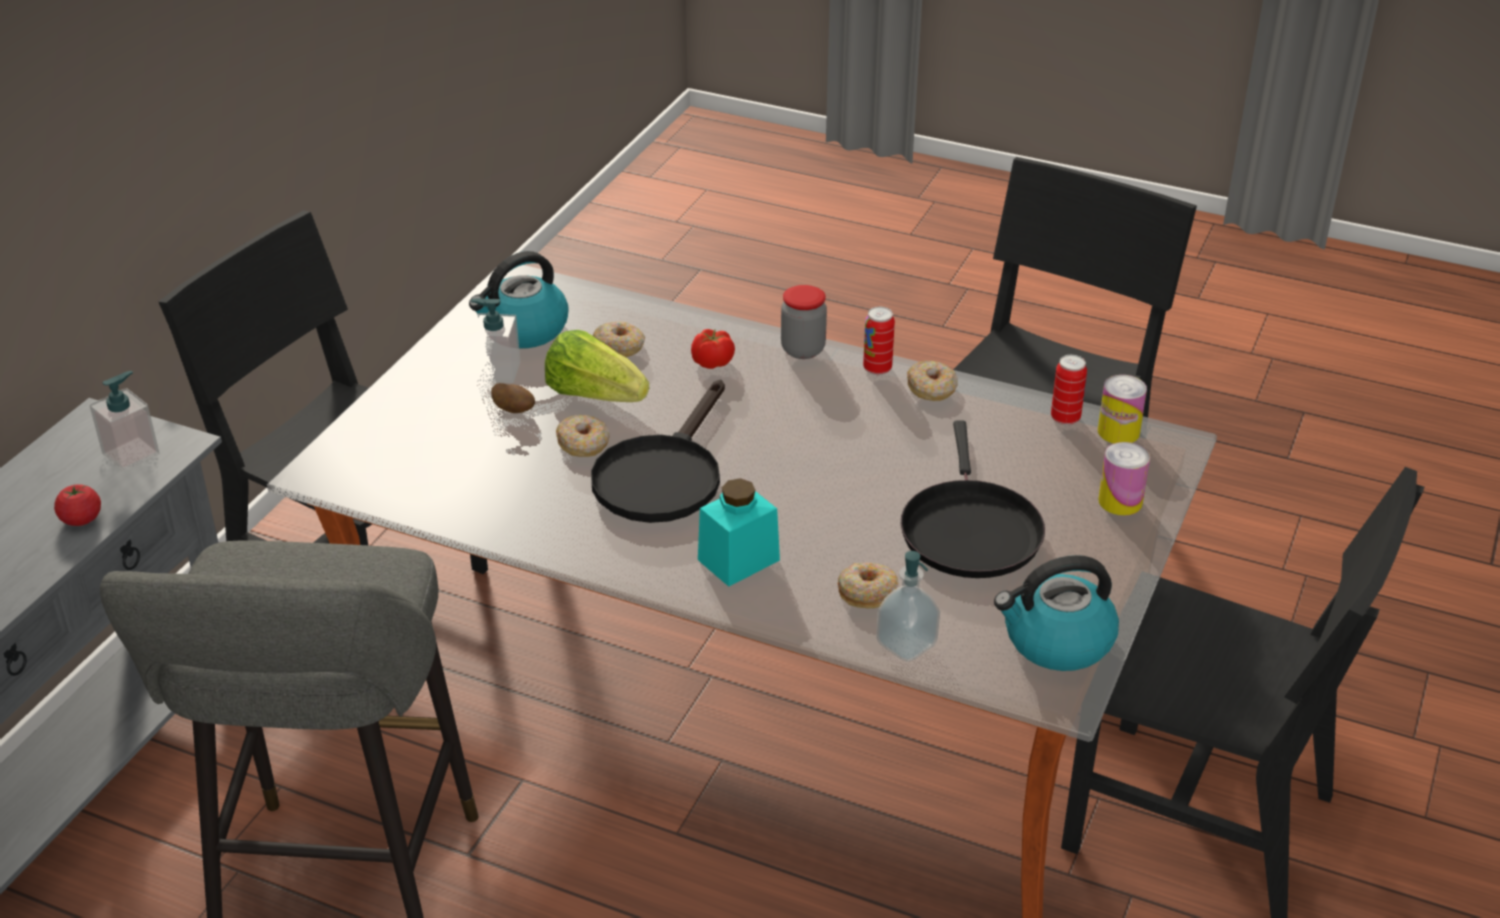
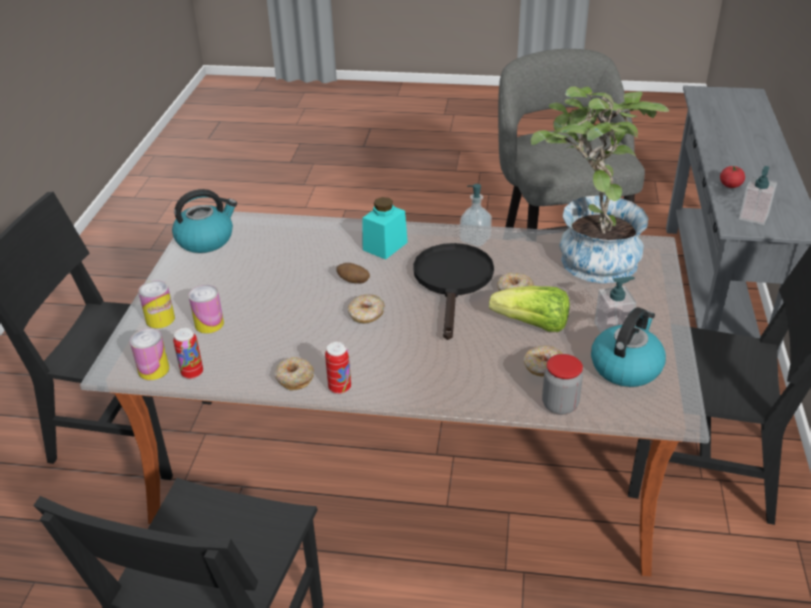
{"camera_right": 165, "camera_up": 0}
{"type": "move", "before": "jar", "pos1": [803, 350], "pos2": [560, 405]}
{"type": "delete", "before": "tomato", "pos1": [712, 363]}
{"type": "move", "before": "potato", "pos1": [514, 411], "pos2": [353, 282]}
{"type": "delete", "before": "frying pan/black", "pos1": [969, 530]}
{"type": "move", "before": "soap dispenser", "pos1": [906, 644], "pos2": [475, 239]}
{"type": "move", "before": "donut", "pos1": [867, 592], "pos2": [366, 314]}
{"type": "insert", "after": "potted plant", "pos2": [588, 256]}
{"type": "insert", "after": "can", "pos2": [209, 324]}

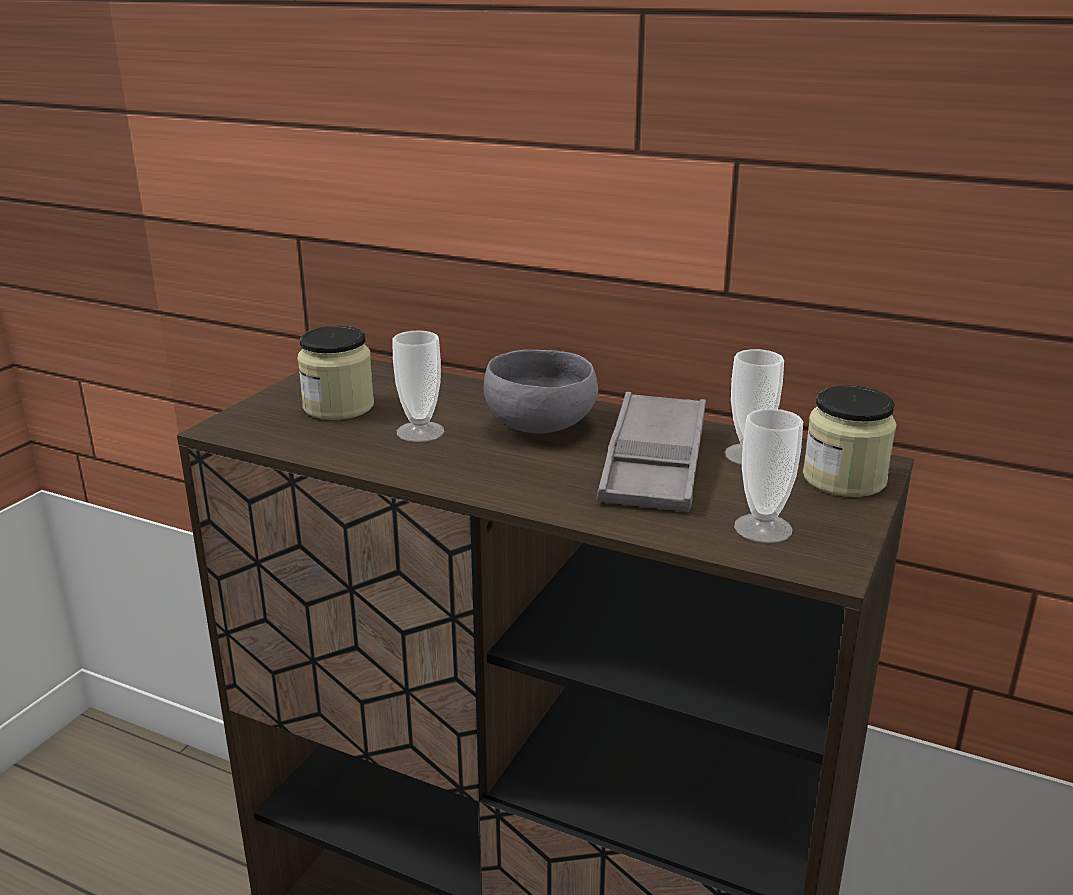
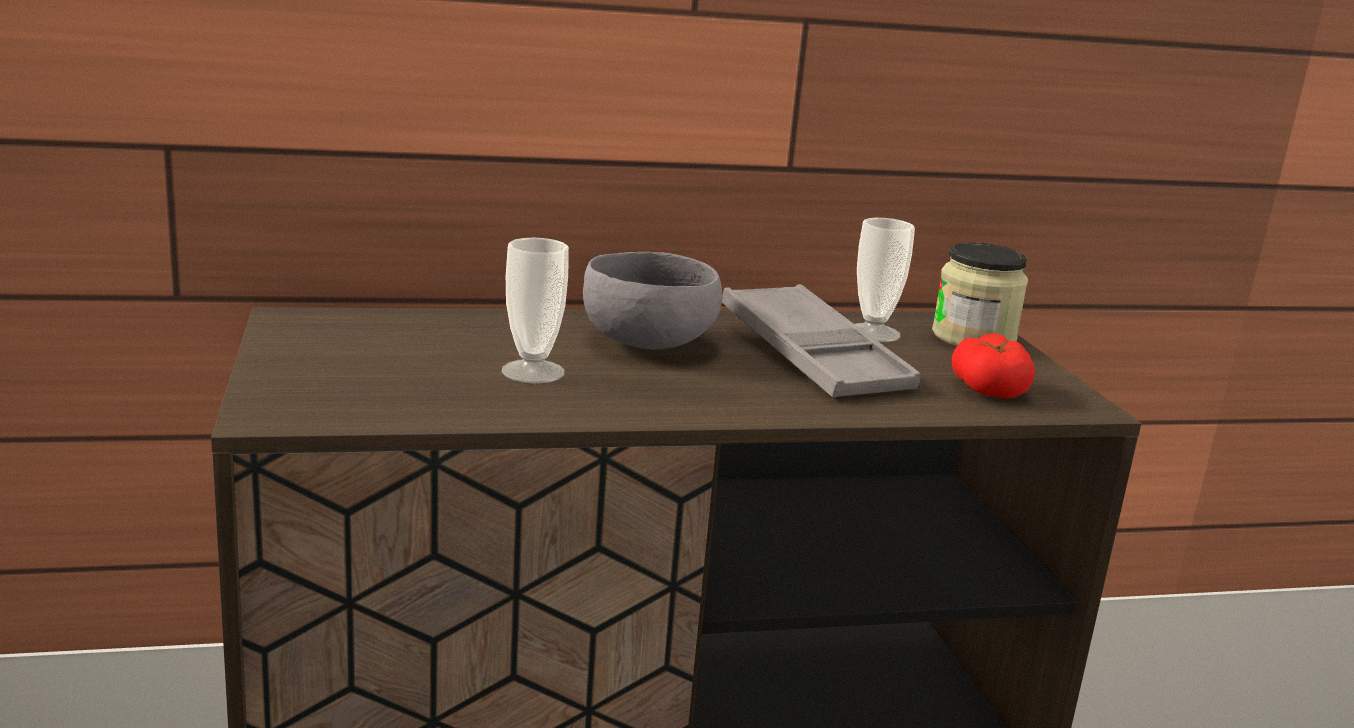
{"camera_right": -40, "camera_up": -5}
{"type": "delete", "before": "jar", "pos1": [338, 407]}
{"type": "replace", "before": "cup", "after": "tomato", "pos1": [763, 528], "pos2": [989, 389]}

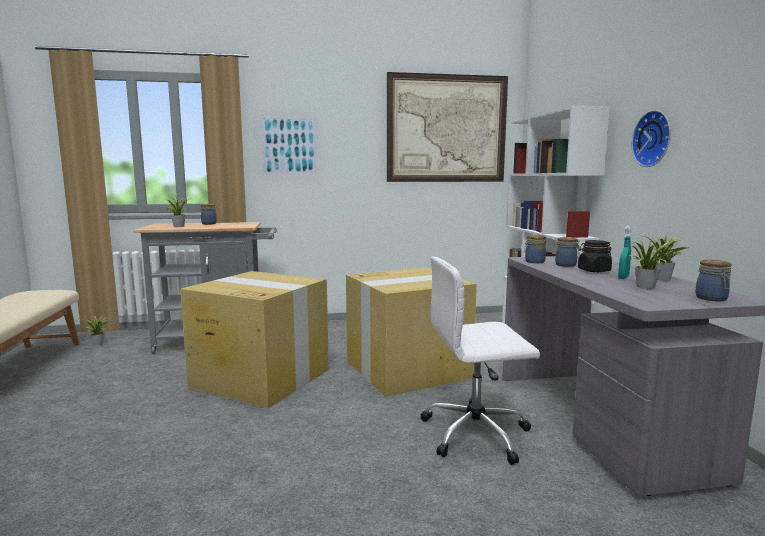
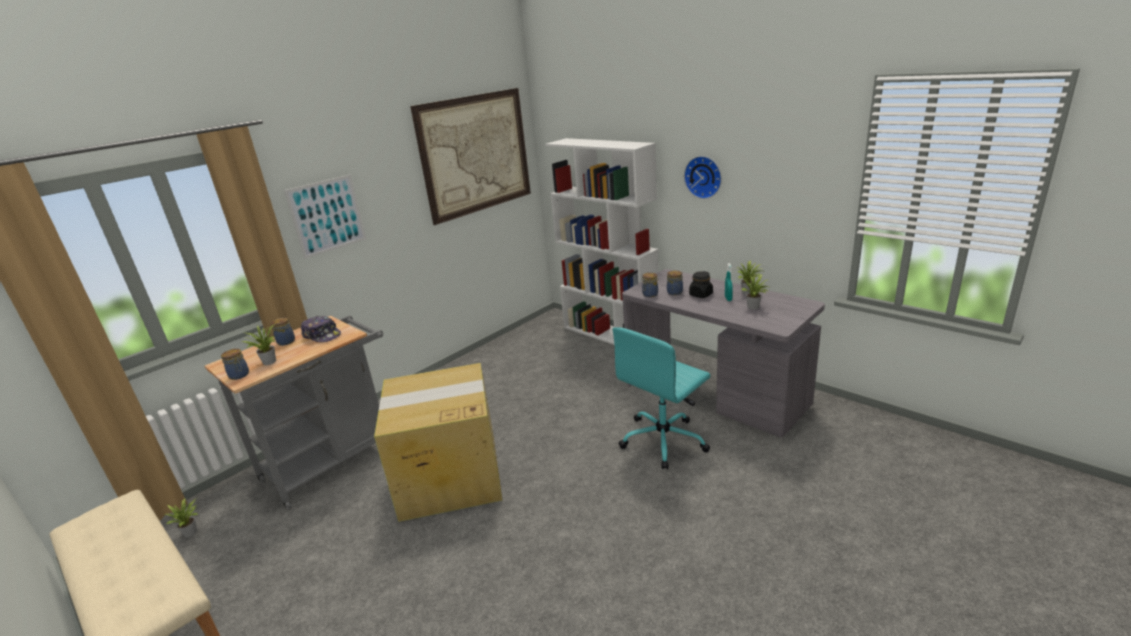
{"camera_right": -35, "camera_up": 15}
{"type": "recolor", "before": "office chair/white", "after": "office chair/turquoise", "pos1": [477, 433], "pos2": [664, 440]}
{"type": "move", "before": "jar", "pos1": [712, 299], "pos2": [239, 375]}
{"type": "delete", "before": "cardboard box", "pos1": [408, 369]}
{"type": "insert", "after": "cap", "pos2": [322, 335]}

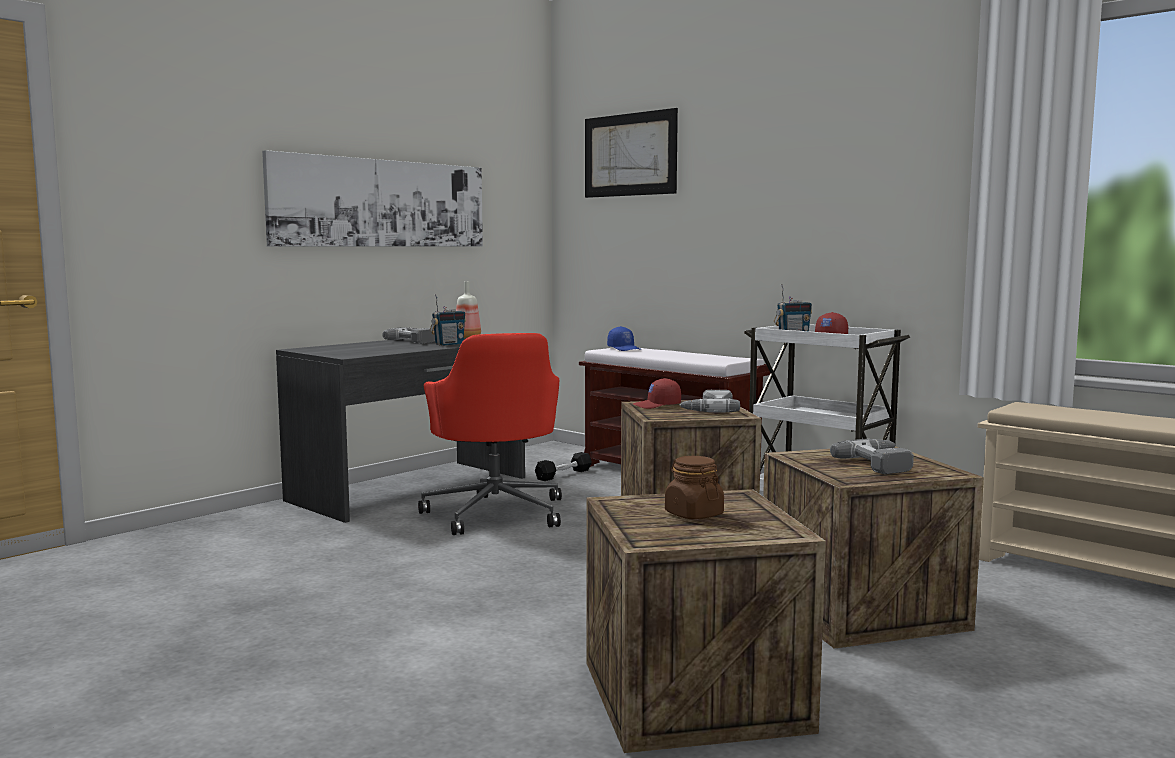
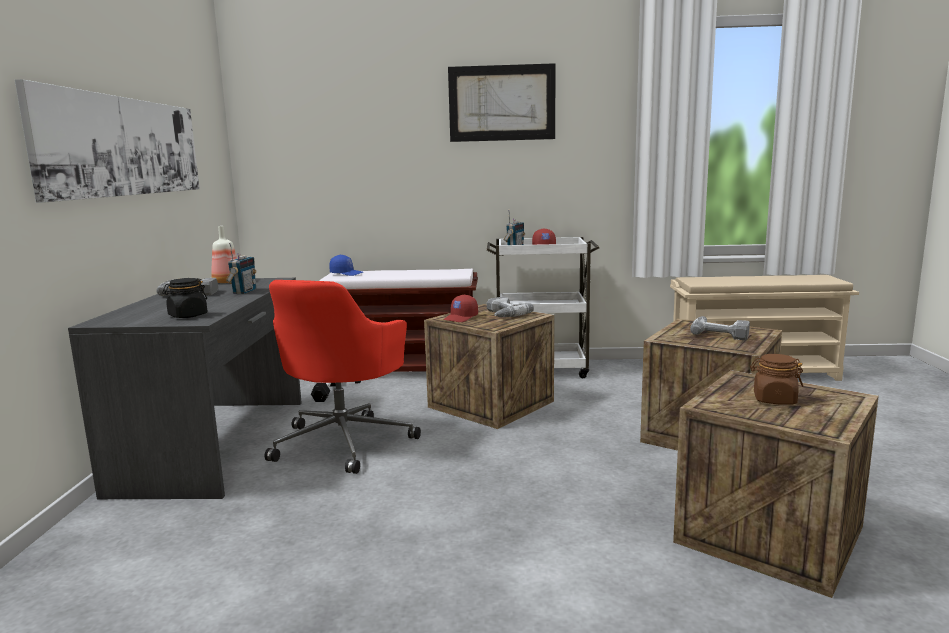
{"camera_right": -40, "camera_up": 5}
{"type": "move", "before": "picture", "pos1": [629, 155], "pos2": [502, 103]}
{"type": "rotate", "before": "office chair/red", "pos1": [496, 512], "pos2": [344, 442], "turn": 75}
{"type": "insert", "after": "jar/black", "pos2": [187, 316]}

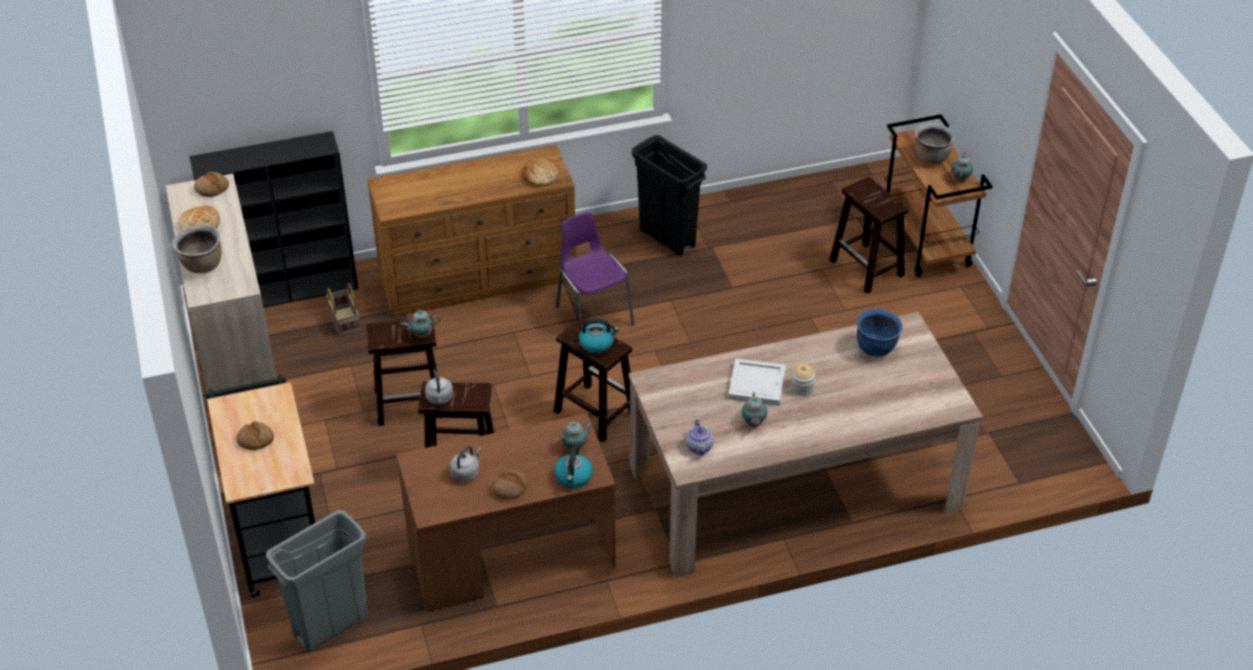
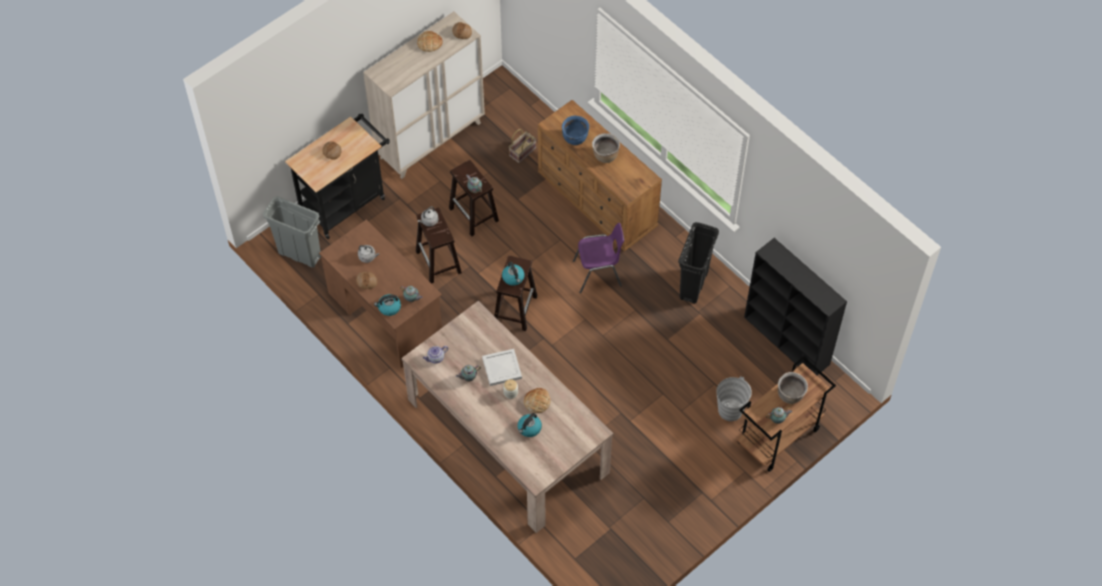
{"camera_right": 65, "camera_up": 15}
{"type": "move", "before": "bookcase/black", "pos1": [289, 290], "pos2": [787, 341]}
{"type": "move", "before": "bread", "pos1": [539, 175], "pos2": [537, 402]}
{"type": "replace", "before": "stool/brown", "after": "bucket/grey", "pos1": [867, 268], "pos2": [730, 410]}
{"type": "rotate", "before": "chair/purple", "pos1": [593, 314], "pos2": [598, 274], "turn": 45}
{"type": "move", "before": "cooking pot/brown", "pos1": [202, 265], "pos2": [605, 156]}
{"type": "move", "before": "cooking pot/blue", "pos1": [876, 347], "pos2": [575, 138]}
{"type": "insert", "after": "kettle", "pos2": [529, 428]}

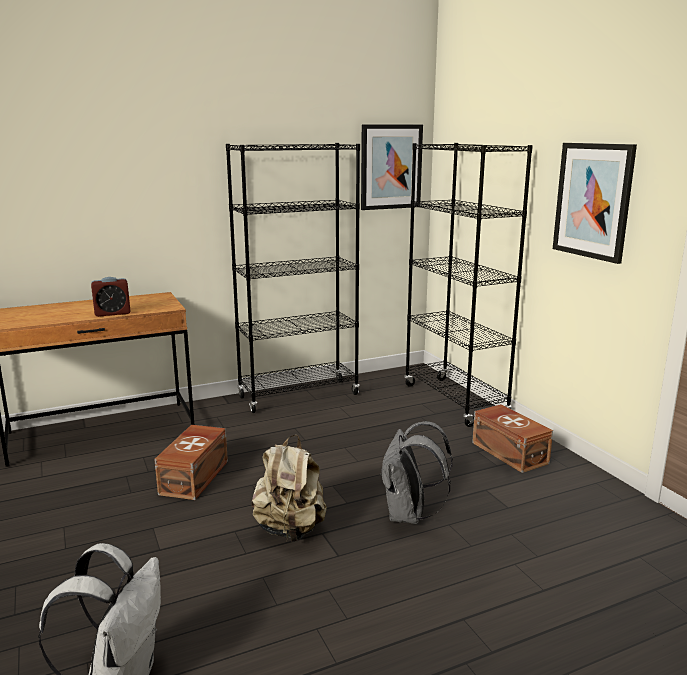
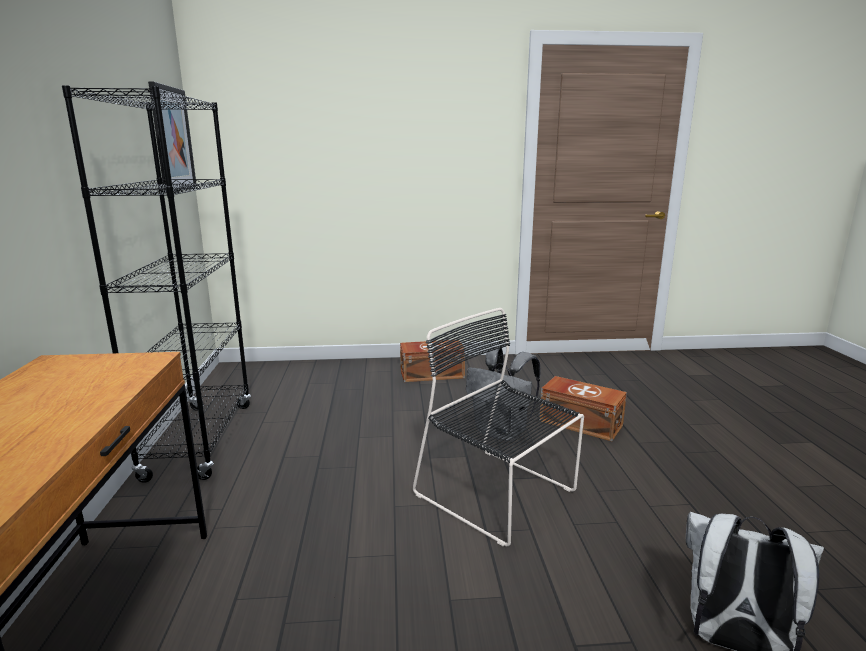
{"camera_right": -70, "camera_up": 0}
{"type": "delete", "before": "bookcase/black", "pos1": [454, 401]}
{"type": "delete", "before": "picture", "pos1": [593, 201]}
{"type": "delete", "before": "alarm clock", "pos1": [112, 313]}
{"type": "move", "before": "storage box/brown", "pos1": [196, 477], "pos2": [579, 422]}
{"type": "replace", "before": "backpack/beige", "after": "chair/black", "pos1": [290, 529], "pos2": [498, 495]}

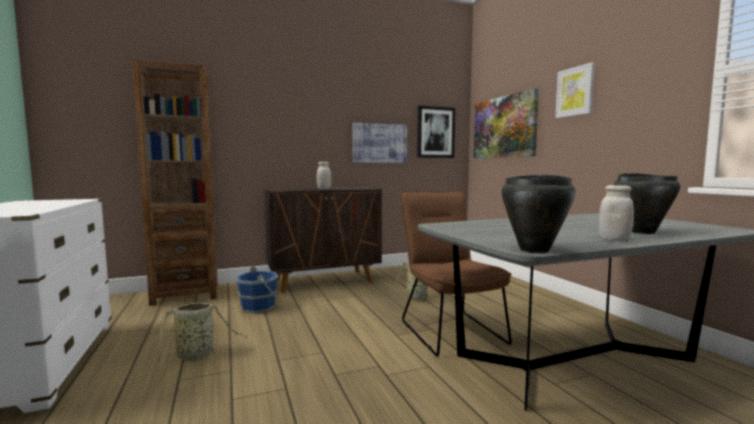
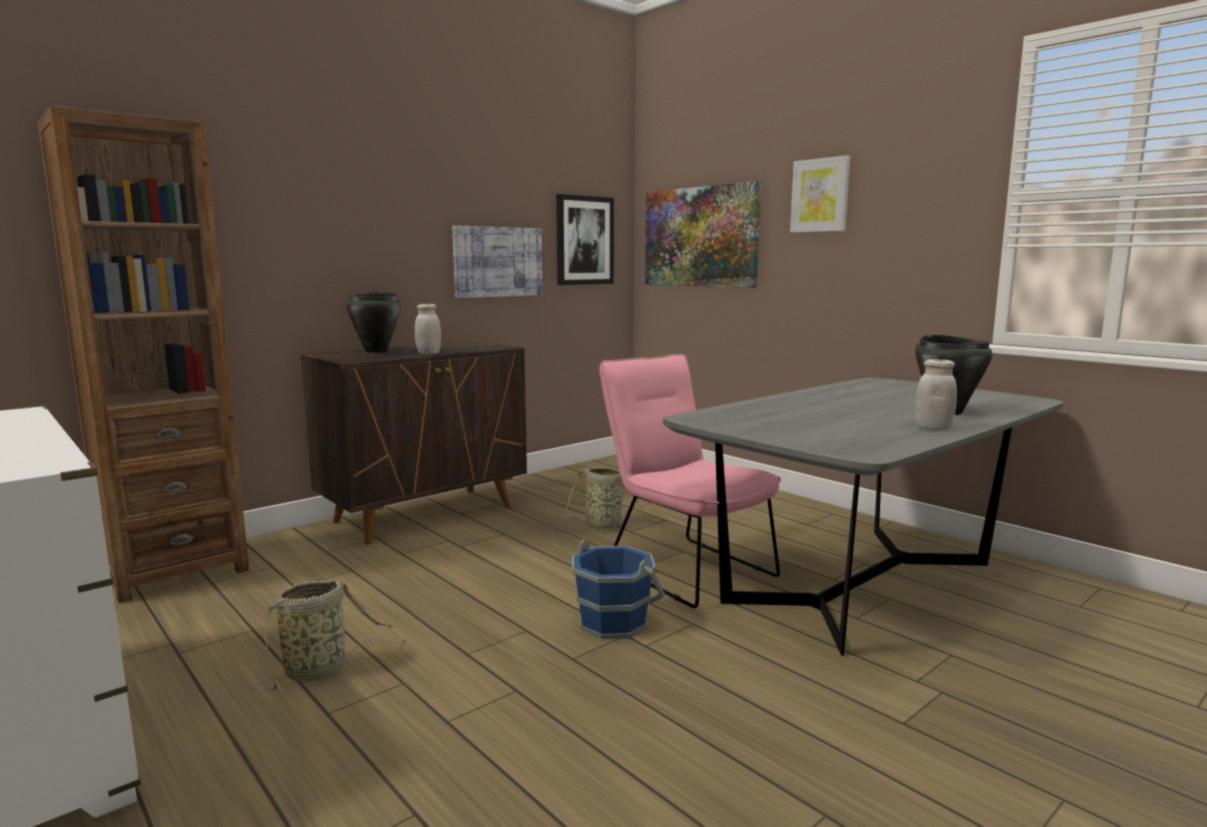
{"camera_right": -20, "camera_up": 5}
{"type": "move", "before": "cooking pot/black", "pos1": [535, 250], "pos2": [377, 351]}
{"type": "recolor", "before": "chair/brown", "after": "chair/pink", "pos1": [448, 329], "pos2": [683, 567]}
{"type": "move", "before": "bucket/blue", "pos1": [258, 307], "pos2": [613, 622]}

